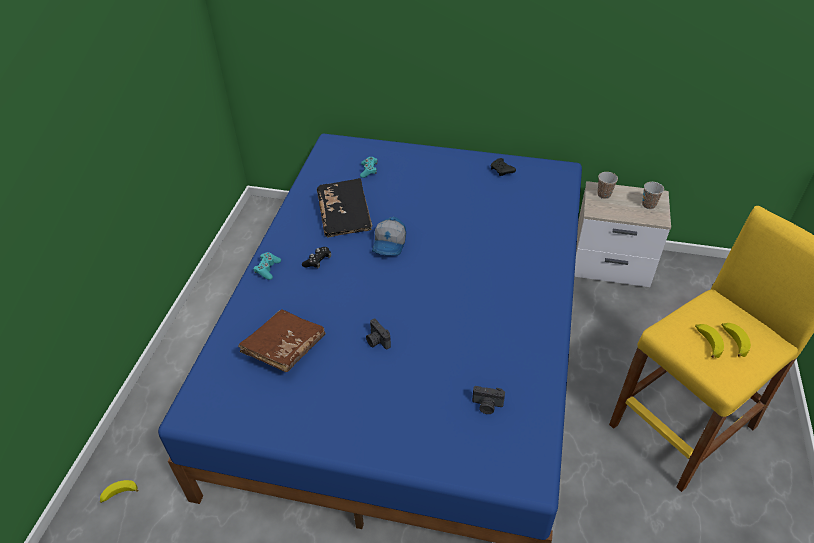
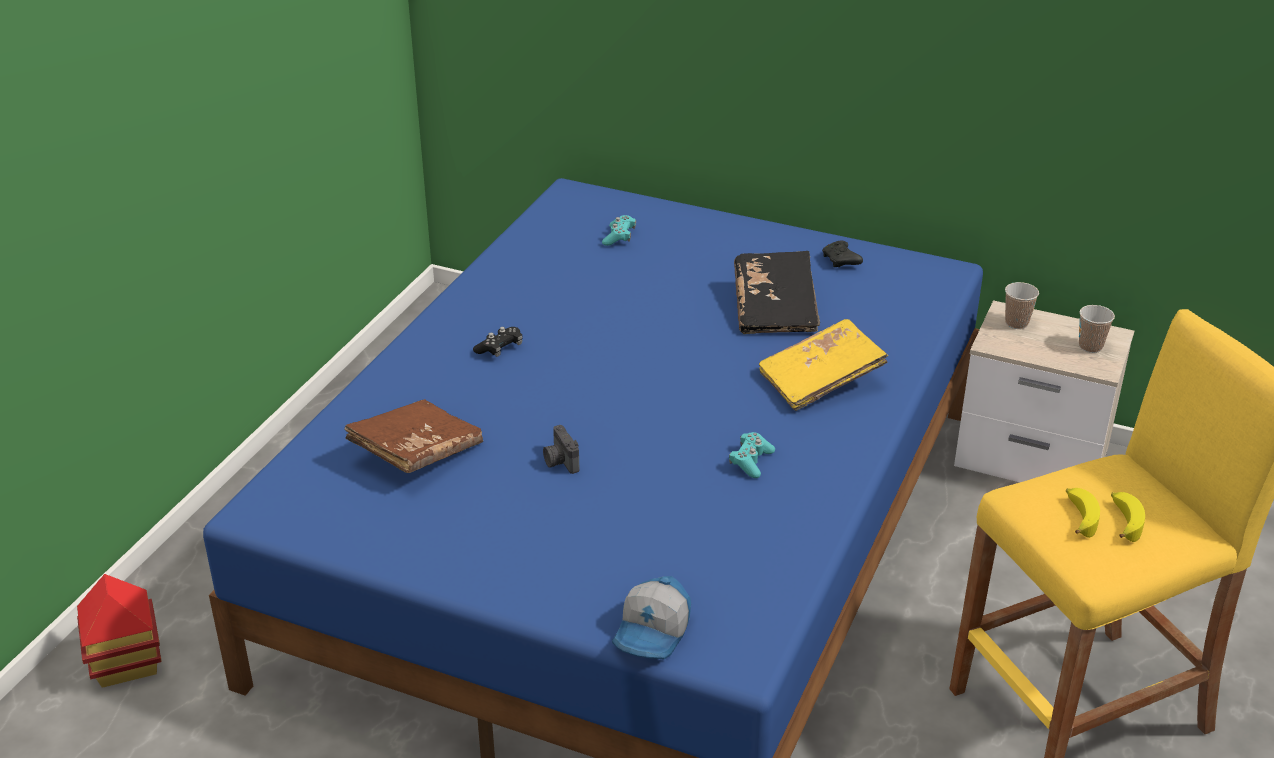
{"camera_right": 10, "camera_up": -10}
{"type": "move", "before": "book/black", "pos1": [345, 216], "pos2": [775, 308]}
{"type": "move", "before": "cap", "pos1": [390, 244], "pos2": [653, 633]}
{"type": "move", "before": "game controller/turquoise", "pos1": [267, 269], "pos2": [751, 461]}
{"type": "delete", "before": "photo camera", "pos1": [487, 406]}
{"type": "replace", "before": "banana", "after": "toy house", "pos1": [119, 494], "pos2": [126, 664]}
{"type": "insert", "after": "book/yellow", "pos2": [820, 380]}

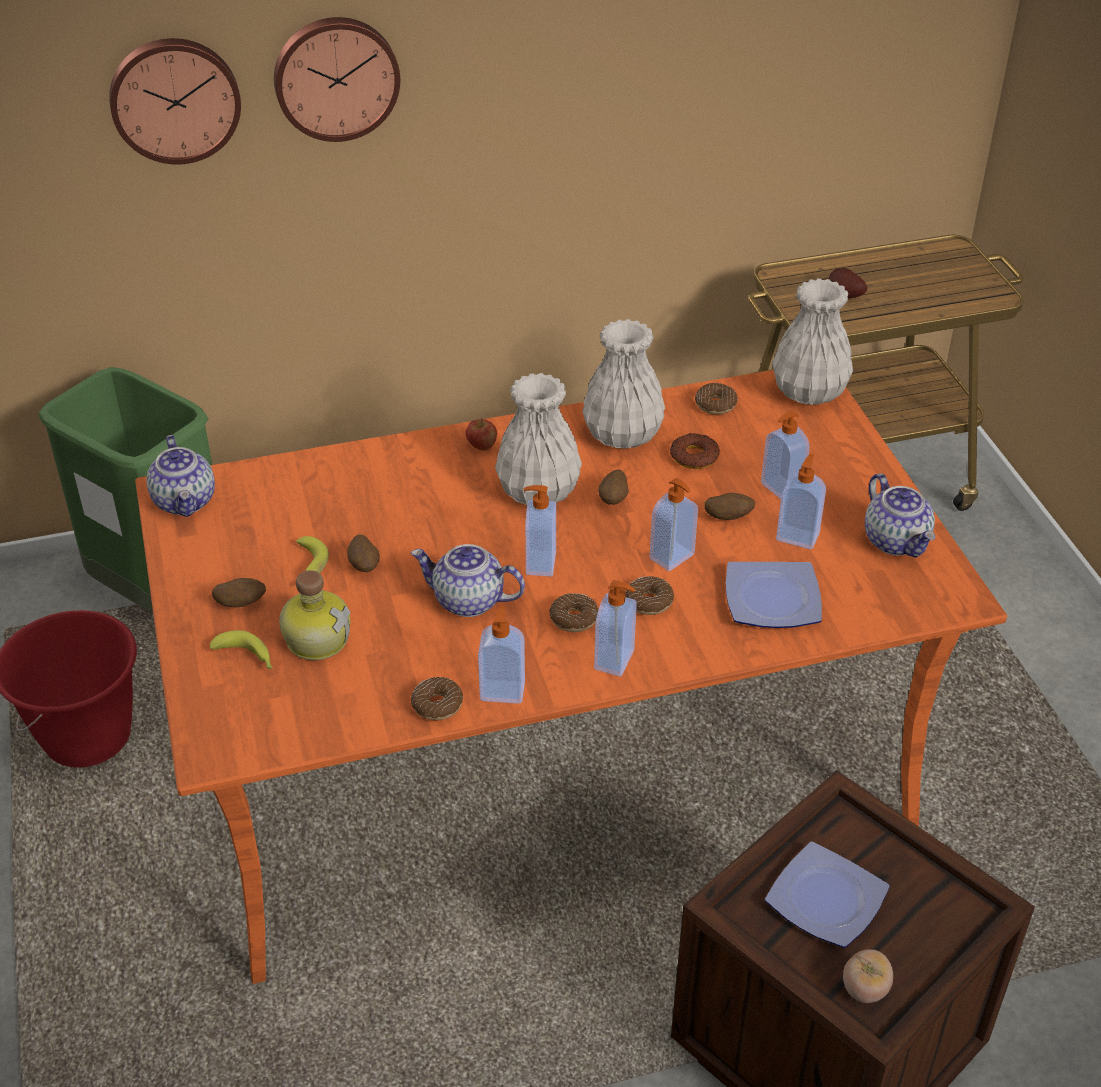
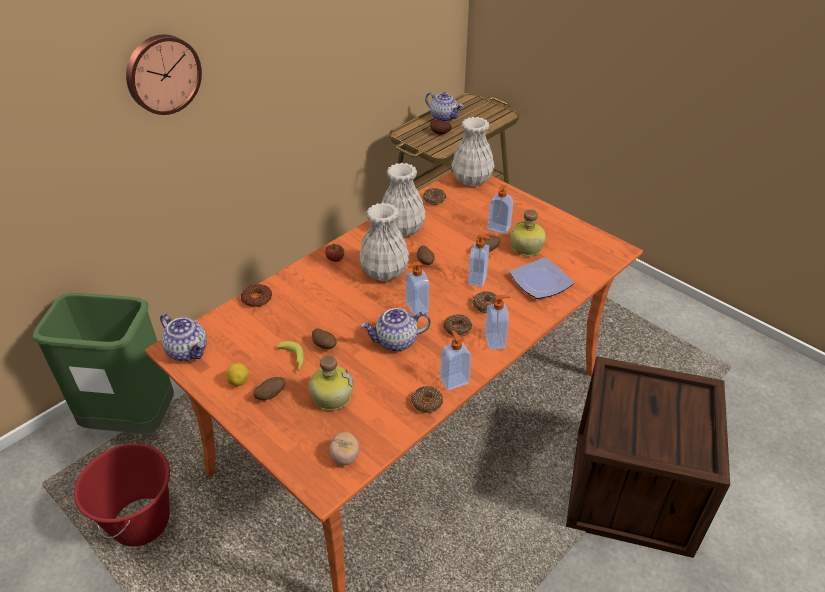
{"camera_right": -30, "camera_up": 0}
{"type": "delete", "before": "wall clock", "pos1": [174, 99]}
{"type": "move", "before": "donut", "pos1": [694, 456], "pos2": [257, 299]}
{"type": "replace", "before": "soap dispenser", "after": "bottle", "pos1": [798, 536], "pos2": [525, 248]}
{"type": "move", "before": "teapot", "pos1": [897, 541], "pos2": [444, 117]}
{"type": "delete", "before": "banana", "pos1": [247, 657]}
{"type": "delete", "before": "plate", "pos1": [823, 900]}
{"type": "move", "before": "tomato", "pos1": [865, 989], "pos2": [345, 457]}
{"type": "insert", "after": "lemon", "pos2": [239, 381]}

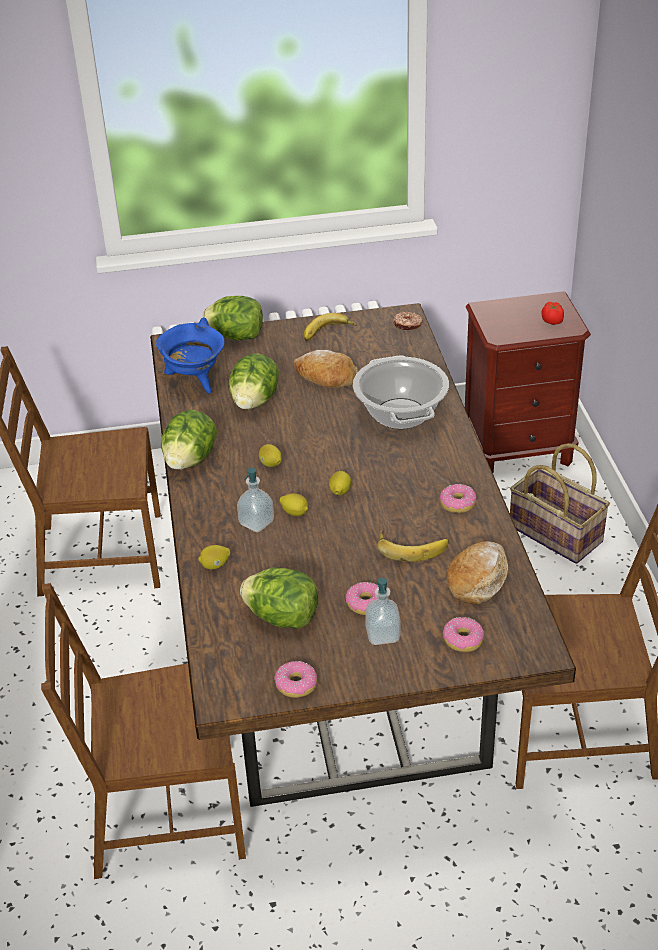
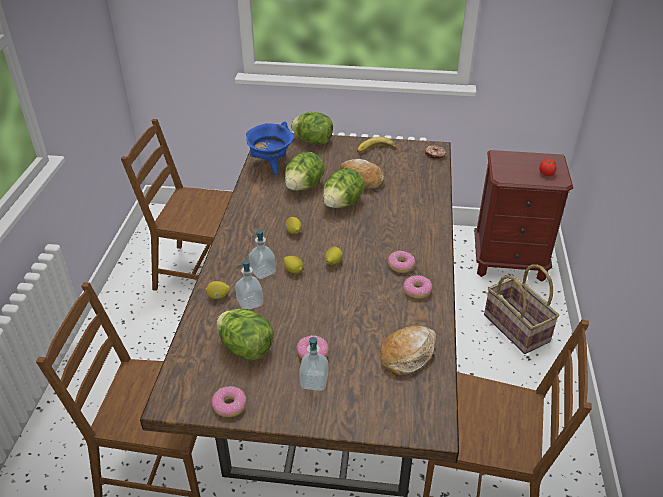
{"camera_right": 15, "camera_up": 0}
{"type": "delete", "before": "cooking pot", "pos1": [401, 414]}
{"type": "move", "before": "lettuce", "pos1": [190, 460], "pos2": [342, 204]}
{"type": "delete", "before": "banana", "pos1": [411, 546]}
{"type": "move", "before": "donut", "pos1": [462, 640], "pos2": [400, 265]}
{"type": "insert", "after": "soap dispenser", "pos2": [250, 303]}

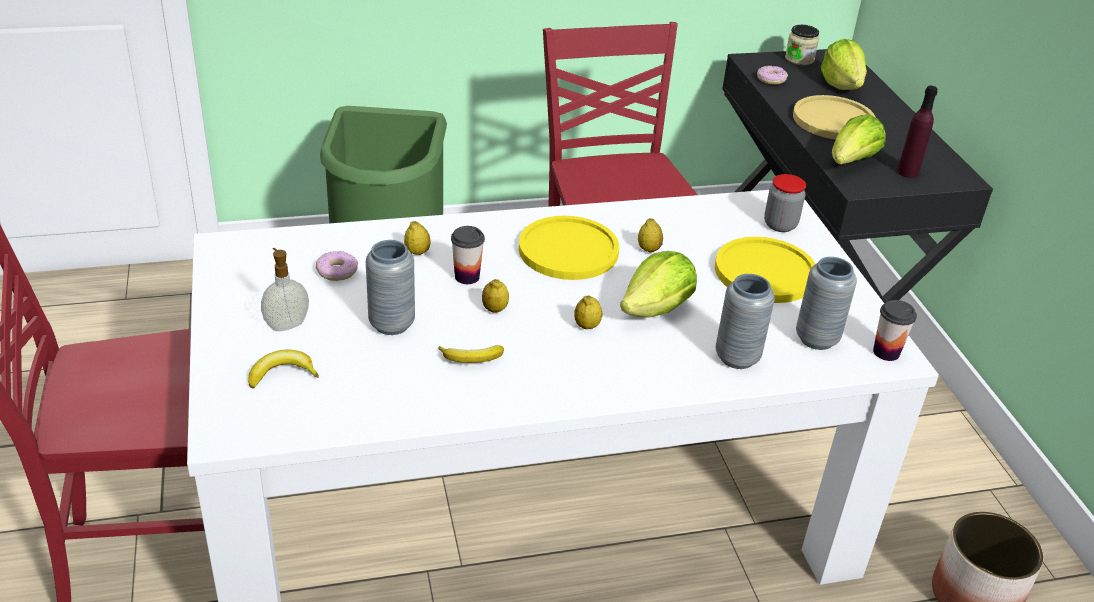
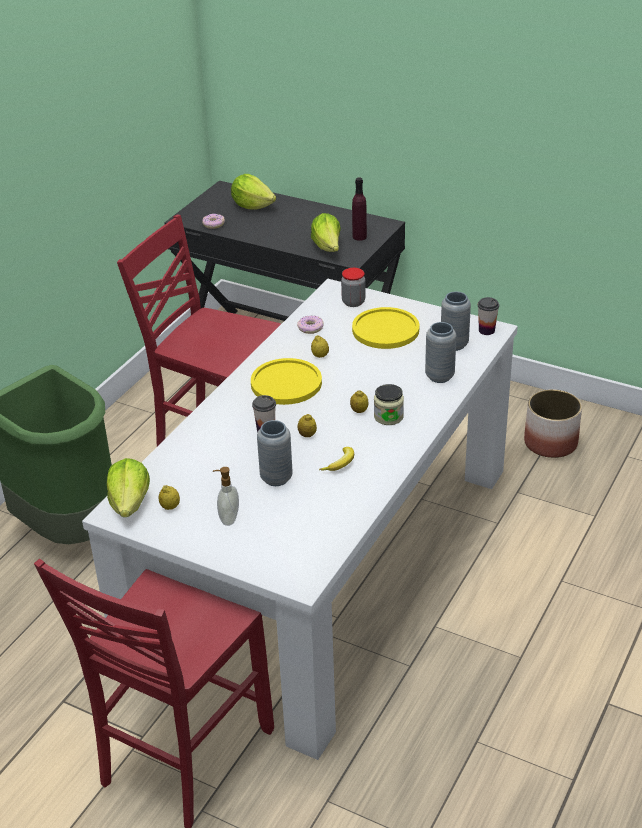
{"camera_right": -45, "camera_up": 0}
{"type": "move", "before": "jar", "pos1": [799, 59], "pos2": [388, 417]}
{"type": "delete", "before": "plate/yellow", "pos1": [833, 120]}
{"type": "move", "before": "lemon", "pos1": [417, 252], "pos2": [170, 507]}
{"type": "move", "before": "donut", "pos1": [337, 271], "pos2": [310, 328]}
{"type": "move", "before": "lettuce", "pos1": [657, 309], "pos2": [130, 503]}
{"type": "delete", "before": "banana", "pos1": [282, 374]}

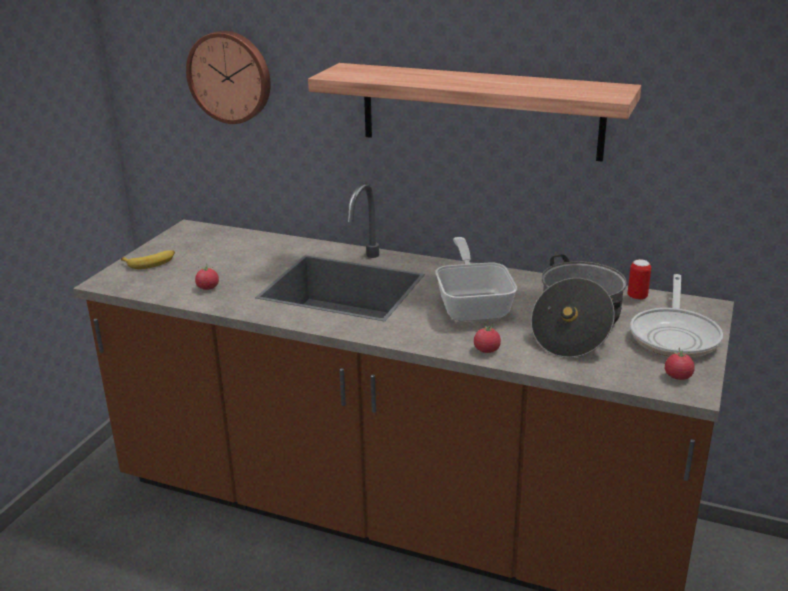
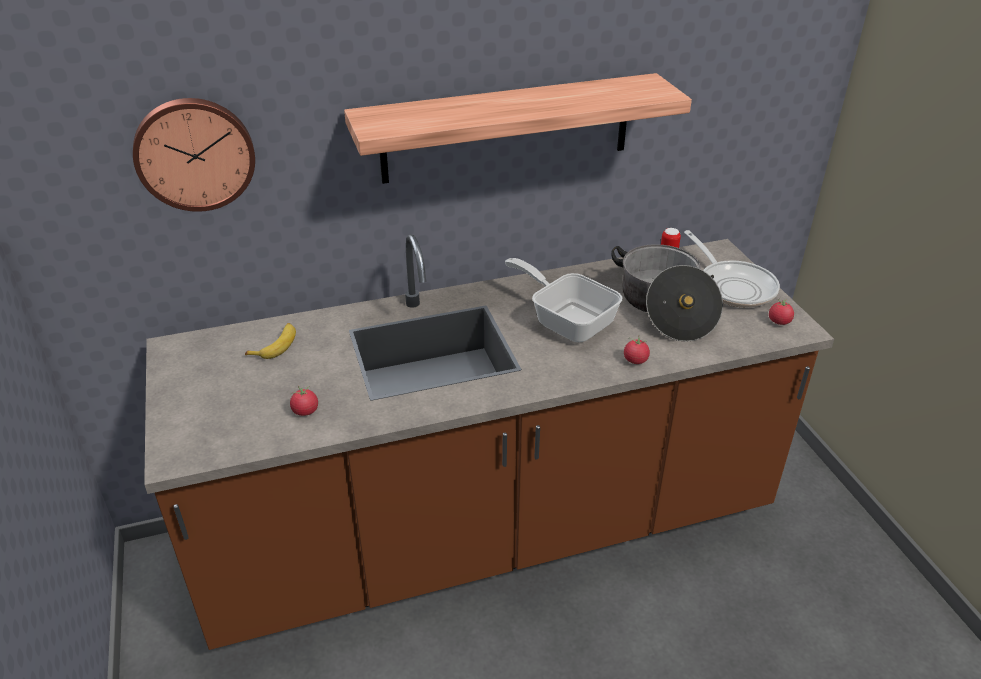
{"camera_right": -40, "camera_up": 10}
{"type": "move", "before": "banana", "pos1": [150, 263], "pos2": [276, 345]}

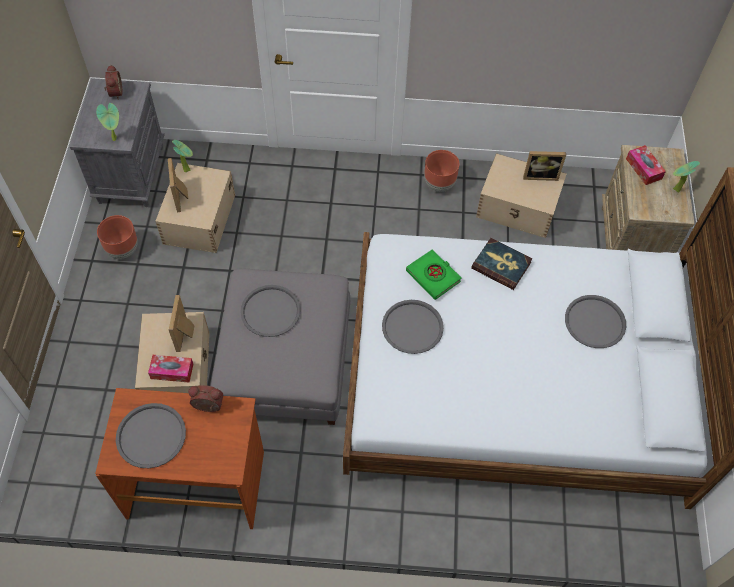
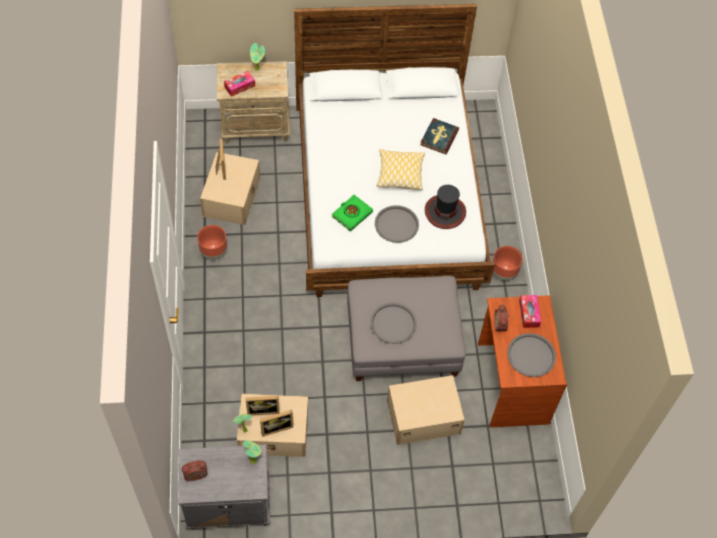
{"camera_right": -100, "camera_up": 0}
{"type": "move", "before": "planter/brown", "pos1": [123, 250], "pos2": [503, 273]}
{"type": "move", "before": "book", "pos1": [501, 265], "pos2": [439, 137]}
{"type": "move", "before": "picture frame", "pos1": [186, 334], "pos2": [263, 409]}
{"type": "delete", "before": "tray/grey", "pos1": [595, 322]}
{"type": "move", "before": "tissue box", "pos1": [172, 371], "pos2": [529, 313]}
{"type": "insert", "after": "pillow", "pos2": [400, 174]}
{"type": "insert", "after": "hat", "pos2": [445, 211]}

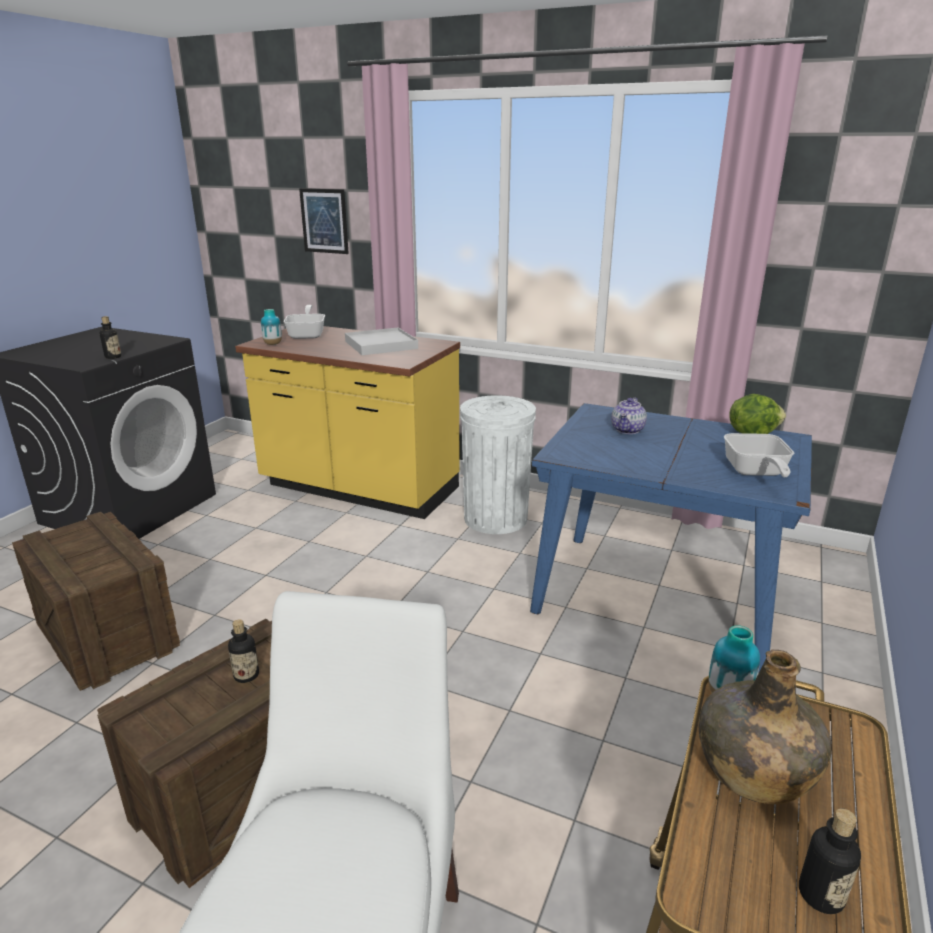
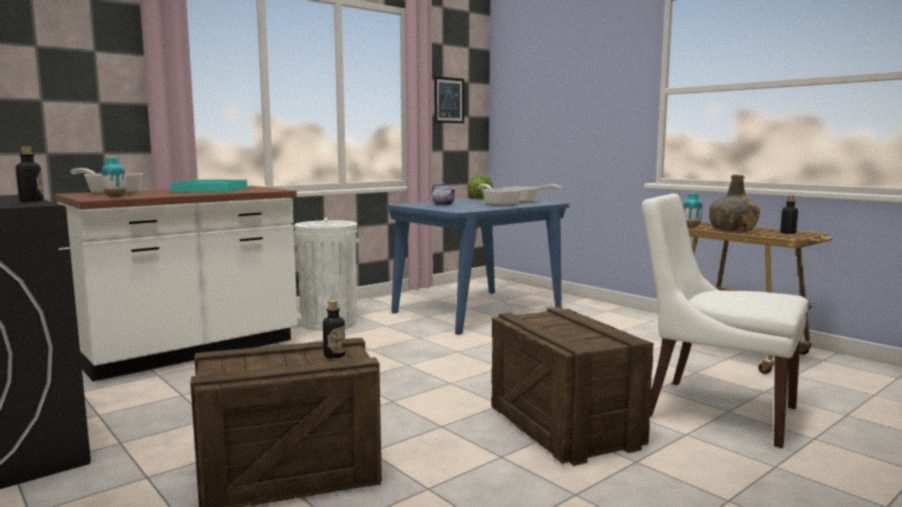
{"camera_right": -65, "camera_up": -15}
{"type": "move", "before": "picture", "pos1": [324, 221], "pos2": [449, 100]}
{"type": "recolor", "before": "counter/yellow", "after": "counter/white", "pos1": [359, 489], "pos2": [190, 351]}
{"type": "recolor", "before": "tray/white", "after": "tray/turquoise", "pos1": [381, 345], "pos2": [211, 189]}
{"type": "move", "before": "bottle", "pos1": [246, 675], "pos2": [334, 355]}
{"type": "insert", "after": "frying pan", "pos2": [499, 204]}

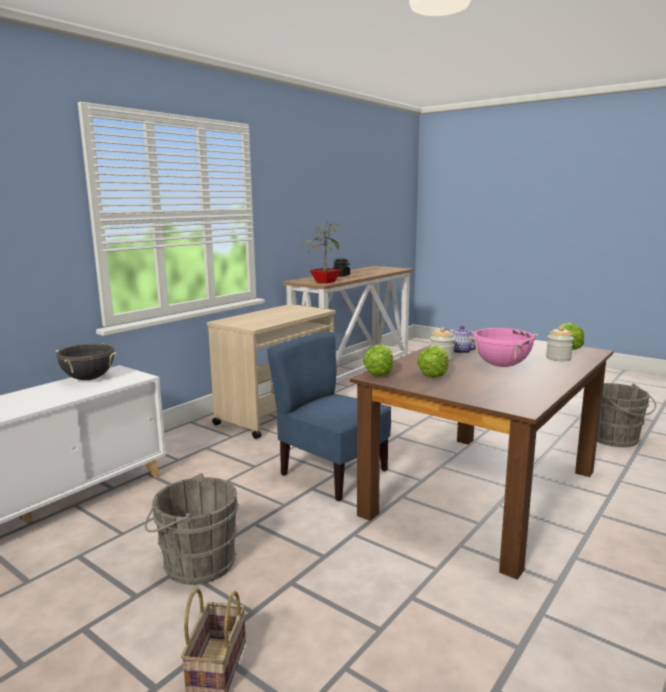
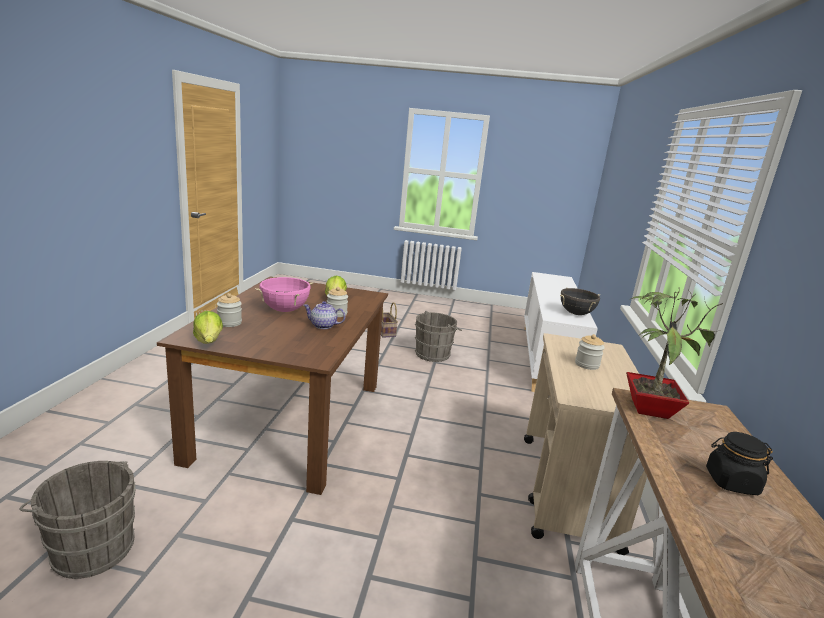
{"camera_right": 150, "camera_up": 5}
{"type": "delete", "before": "chair/blue", "pos1": [332, 474]}
{"type": "delete", "before": "lettuce", "pos1": [379, 373]}
{"type": "insert", "after": "jar", "pos2": [587, 364]}

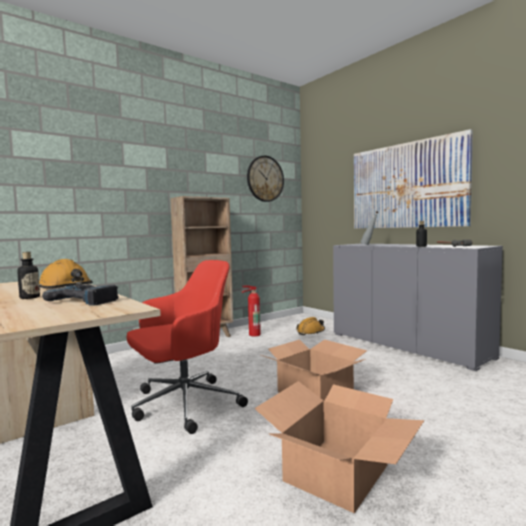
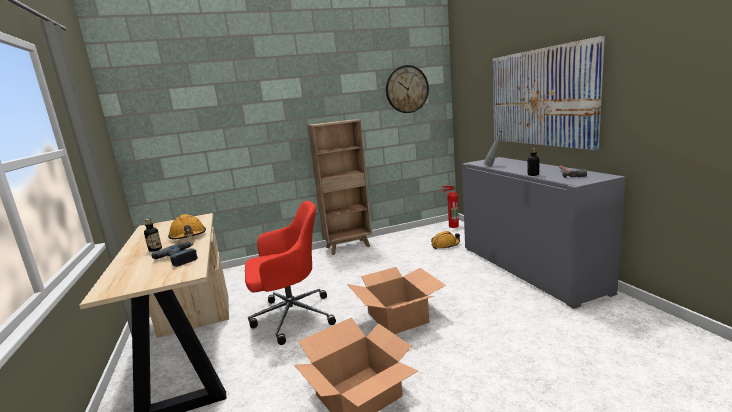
{"camera_right": 20, "camera_up": 10}
{"type": "move", "before": "fire extinguisher", "pos1": [253, 334], "pos2": [452, 226]}

